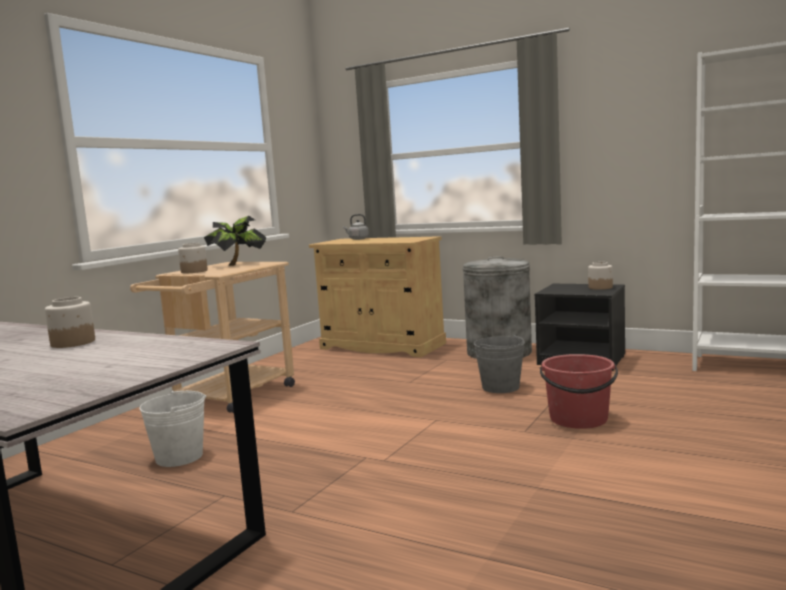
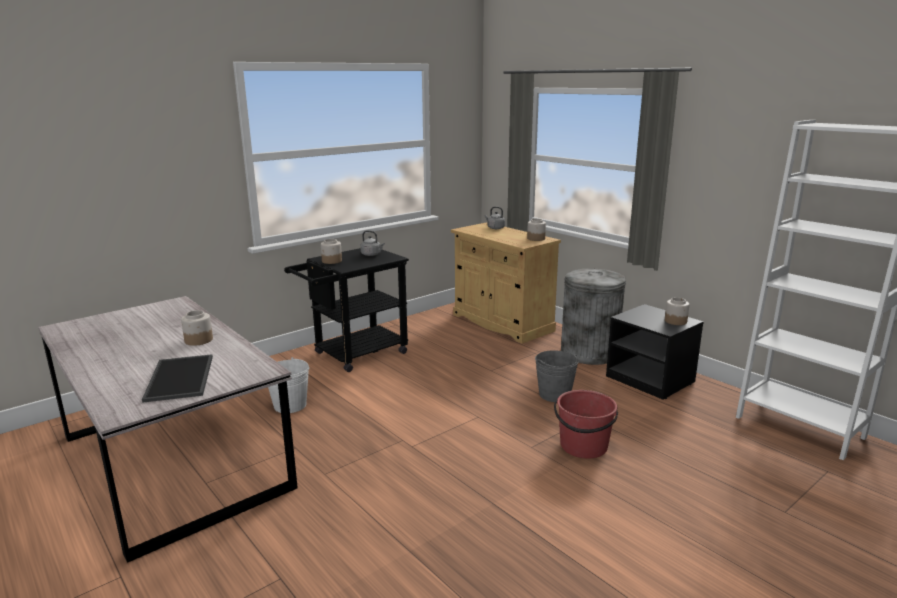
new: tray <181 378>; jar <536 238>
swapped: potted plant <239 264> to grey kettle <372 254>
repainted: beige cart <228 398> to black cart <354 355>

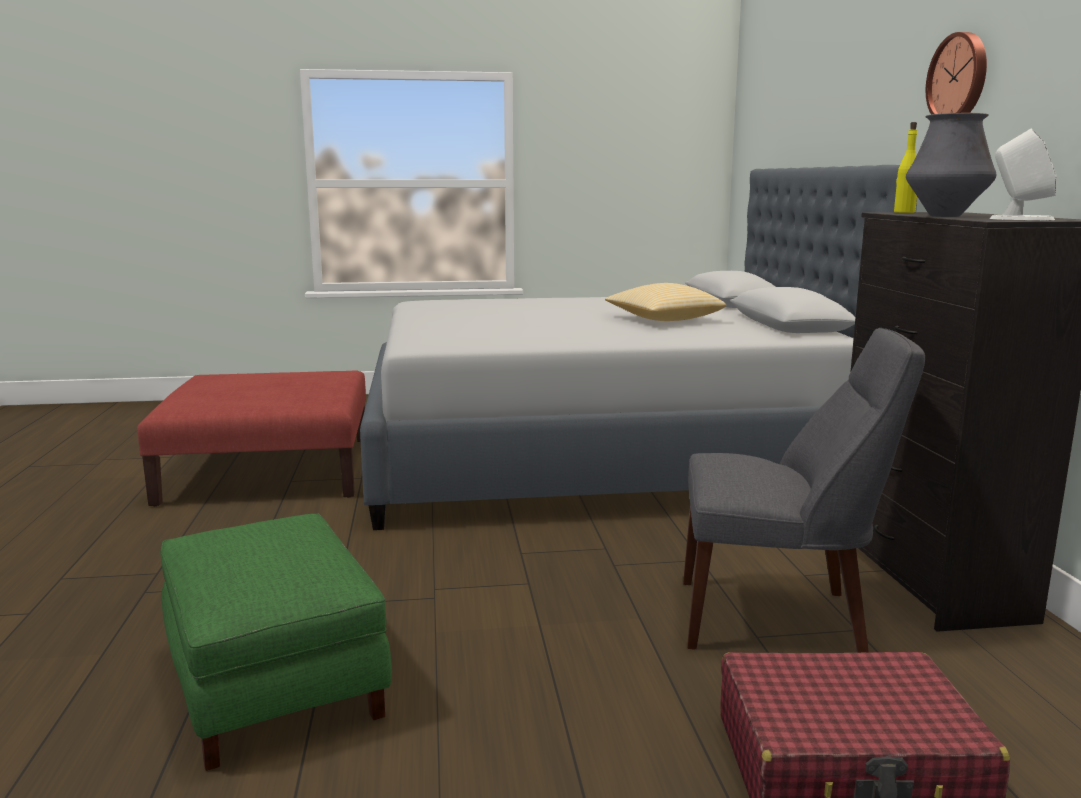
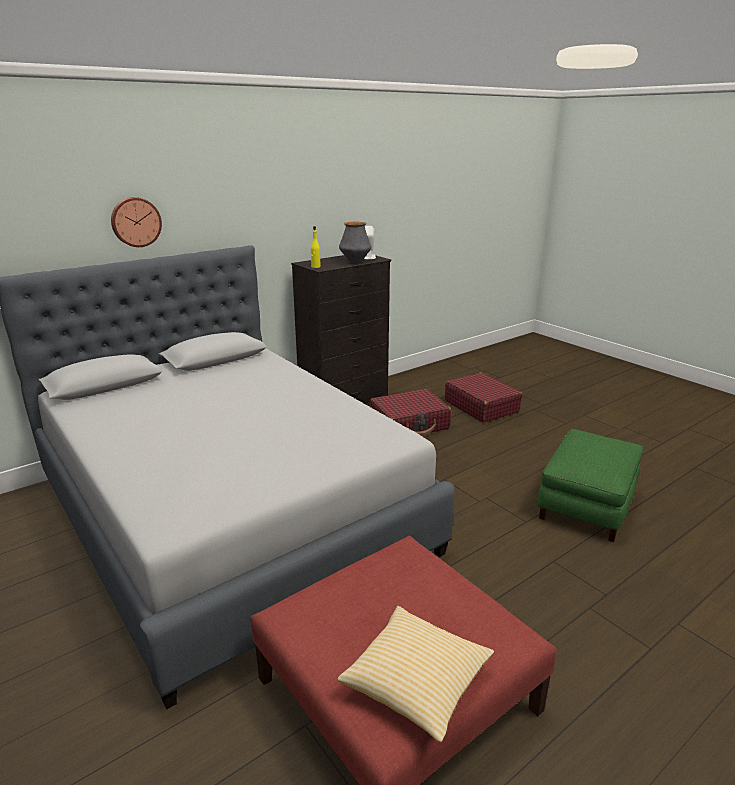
shifted: pillow <663 320> to <416 683>; wall clock <959 78> to <135 222>
swapped: grey chair <779 619> to red suitcase <410 424>

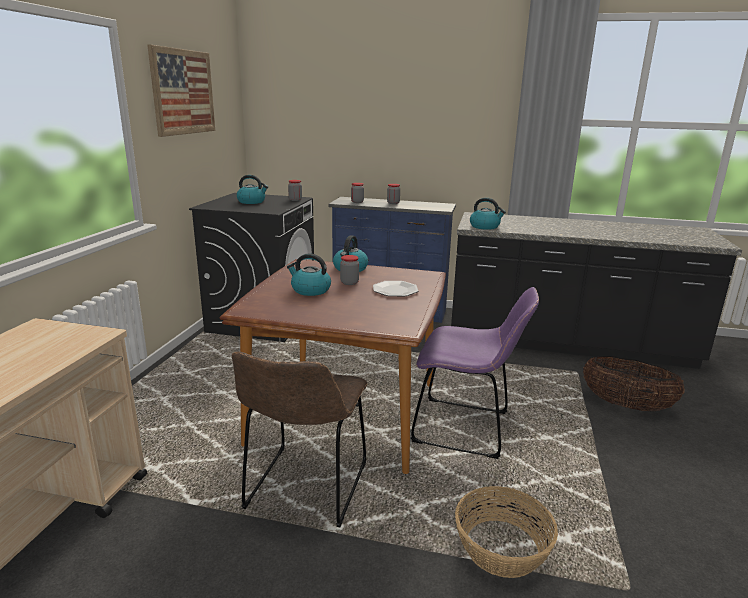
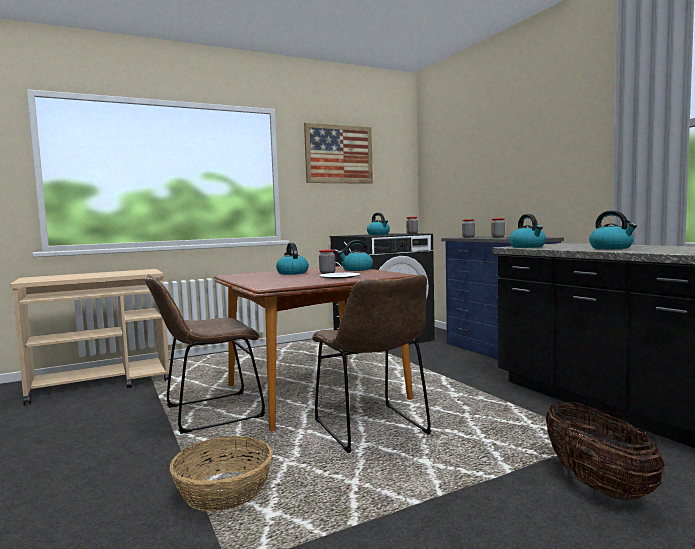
new: kettle <611 248>
repainted: purple chair <467 429> to brown chair <373 430>

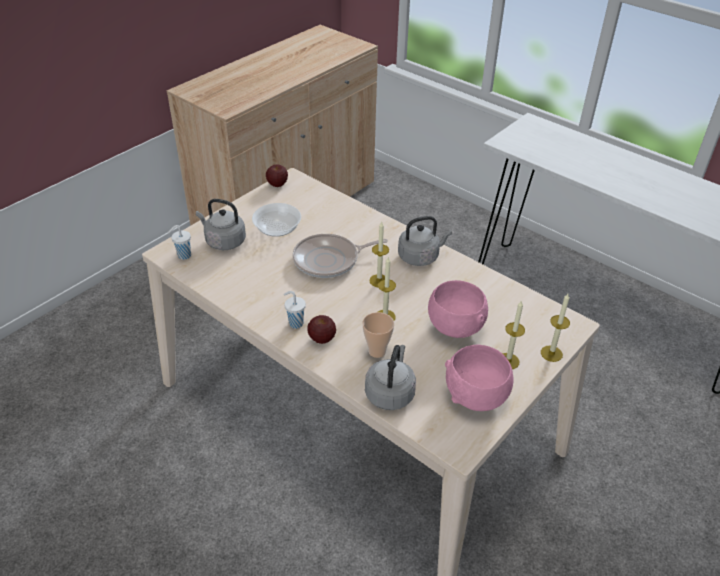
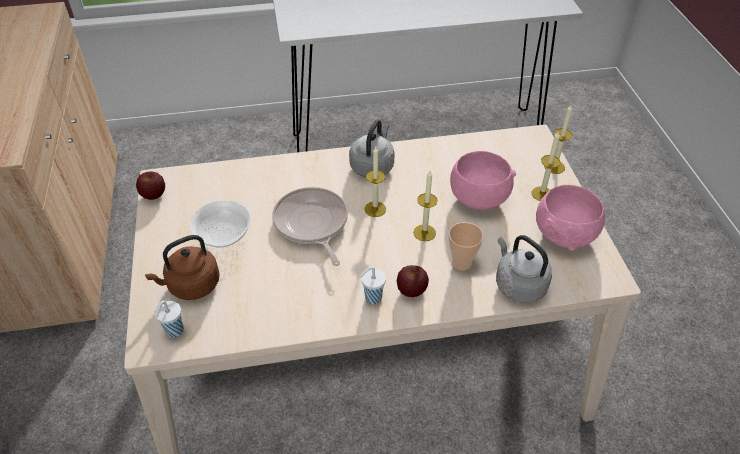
repainted: grey kettle <223 241> to brown kettle <191 285>
rotated: frying pan <329 260> = <312 224> 135 degrees clockwise

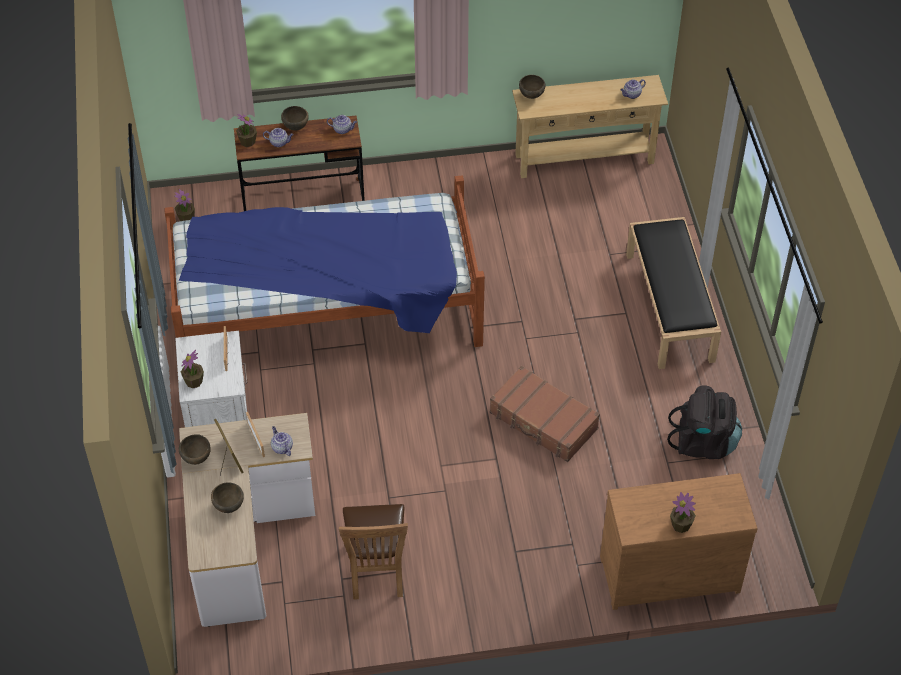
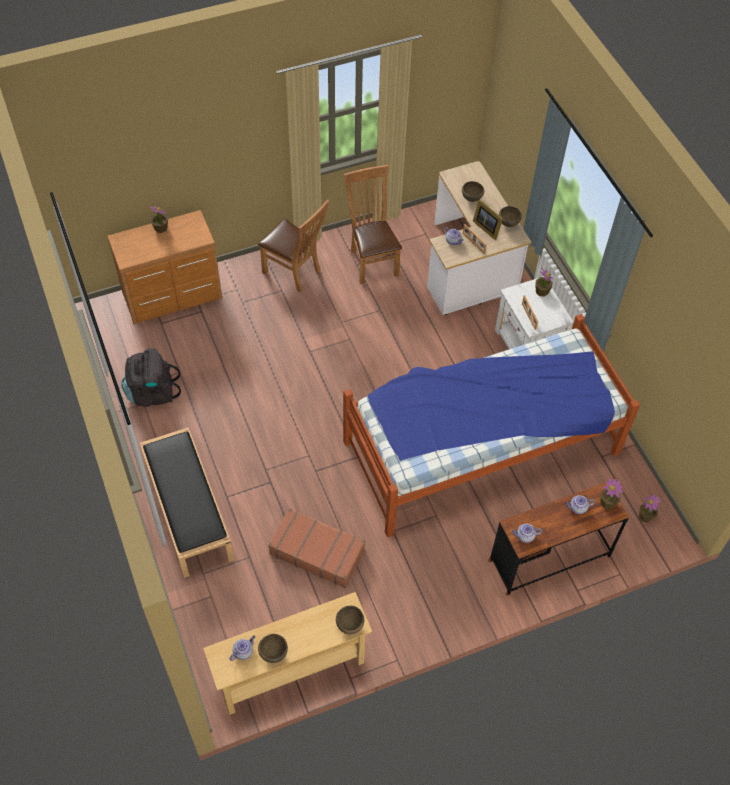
new: brown chair <295 272>
shifted: brown bowl <296 127> to <273 654>; brown suitcase <543 421> to <317 552>

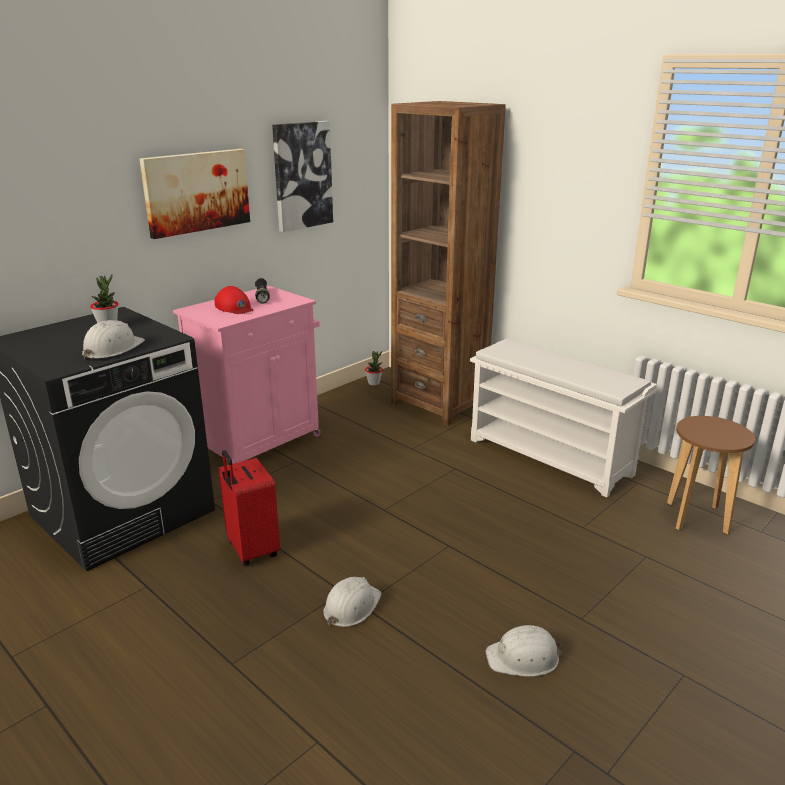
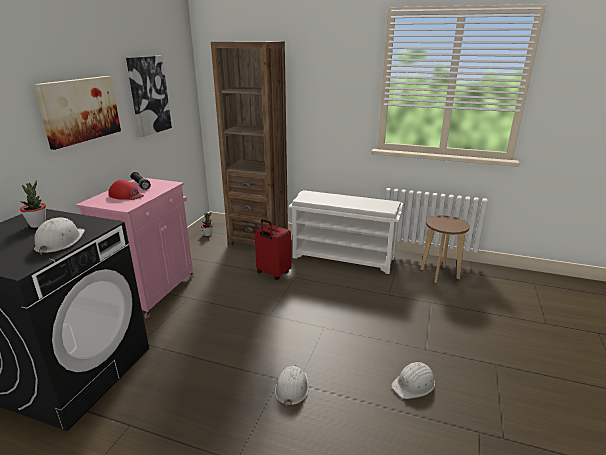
shifted: red suitcase <251 550> to <273 273>

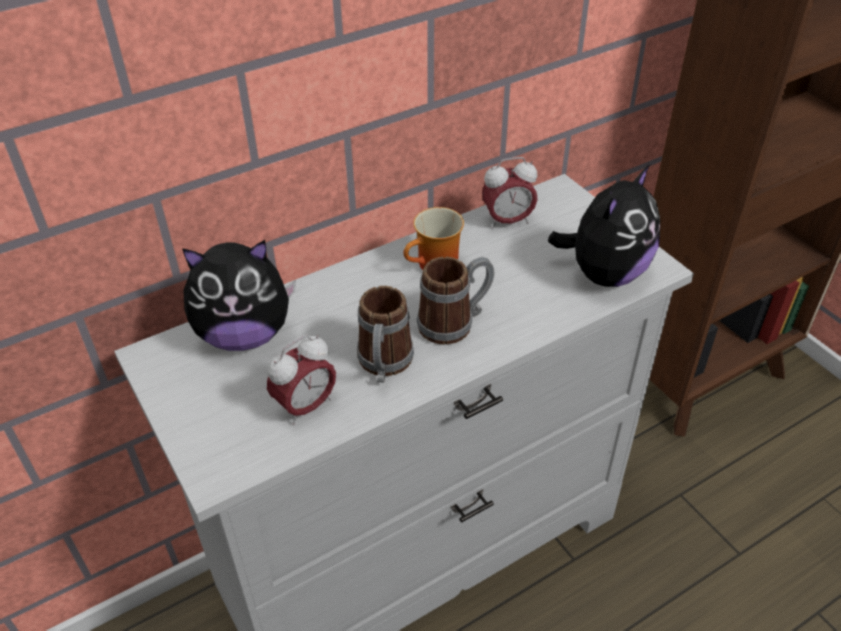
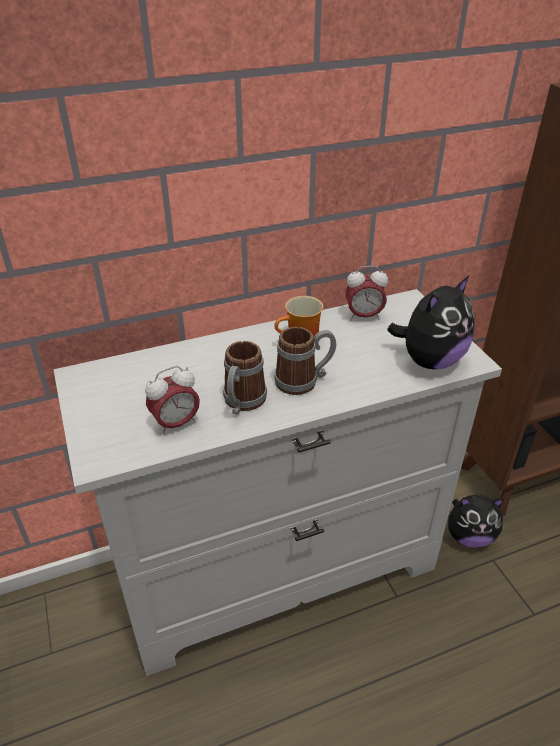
shifted: plush toy <245 335> to <469 536>

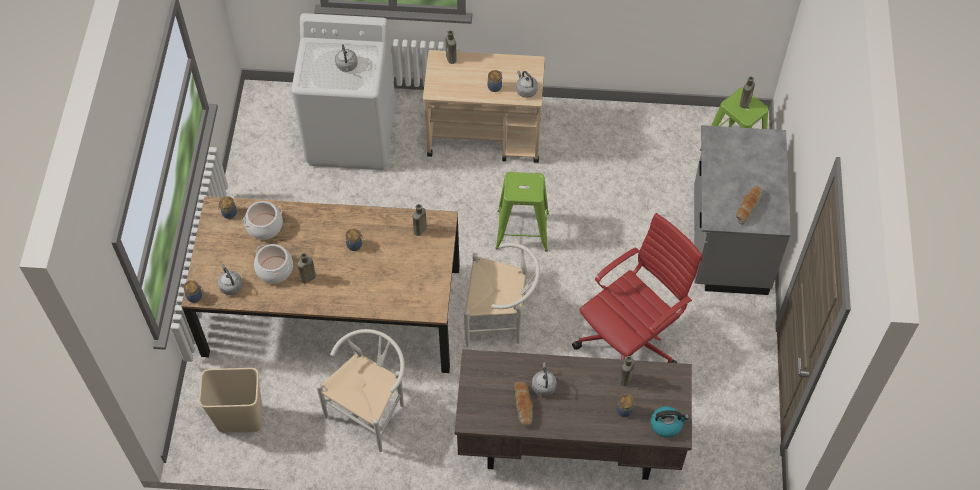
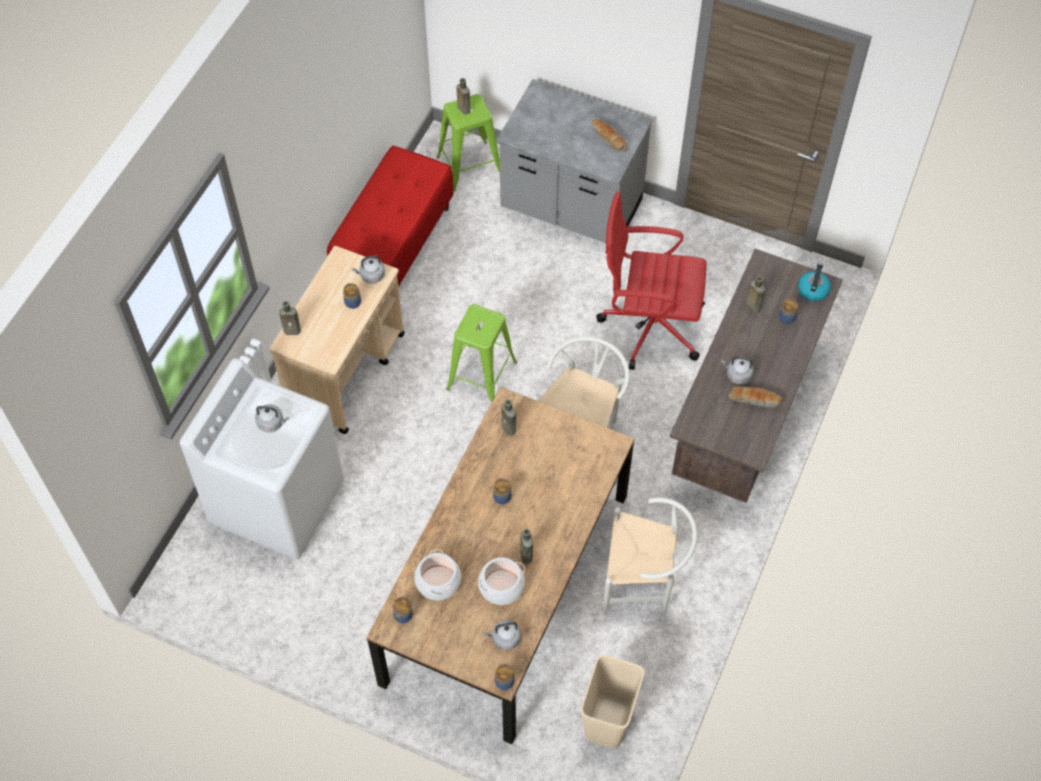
new: red bench <394 246>
rotated: white chair <371 409> = <643 583> 135 degrees clockwise; red office chair <630 340> = <649 325> 60 degrees counterclockwise

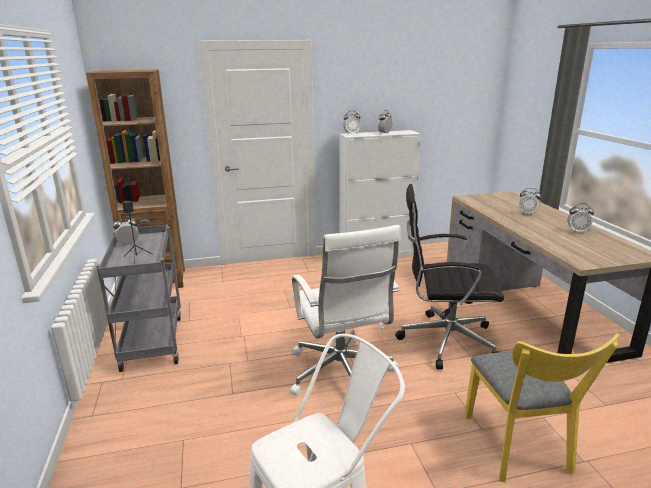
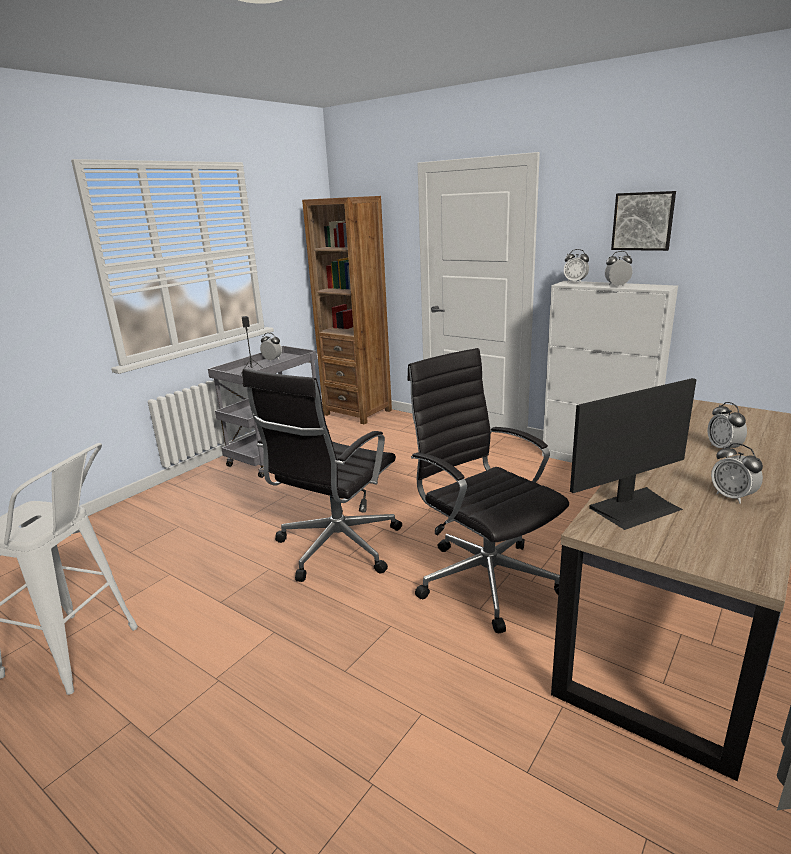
gone: yellow chair <519 449>
new: monitor <634 507>; picture <643 221>
repainted: white office chair <341 374> to black office chair <336 548>

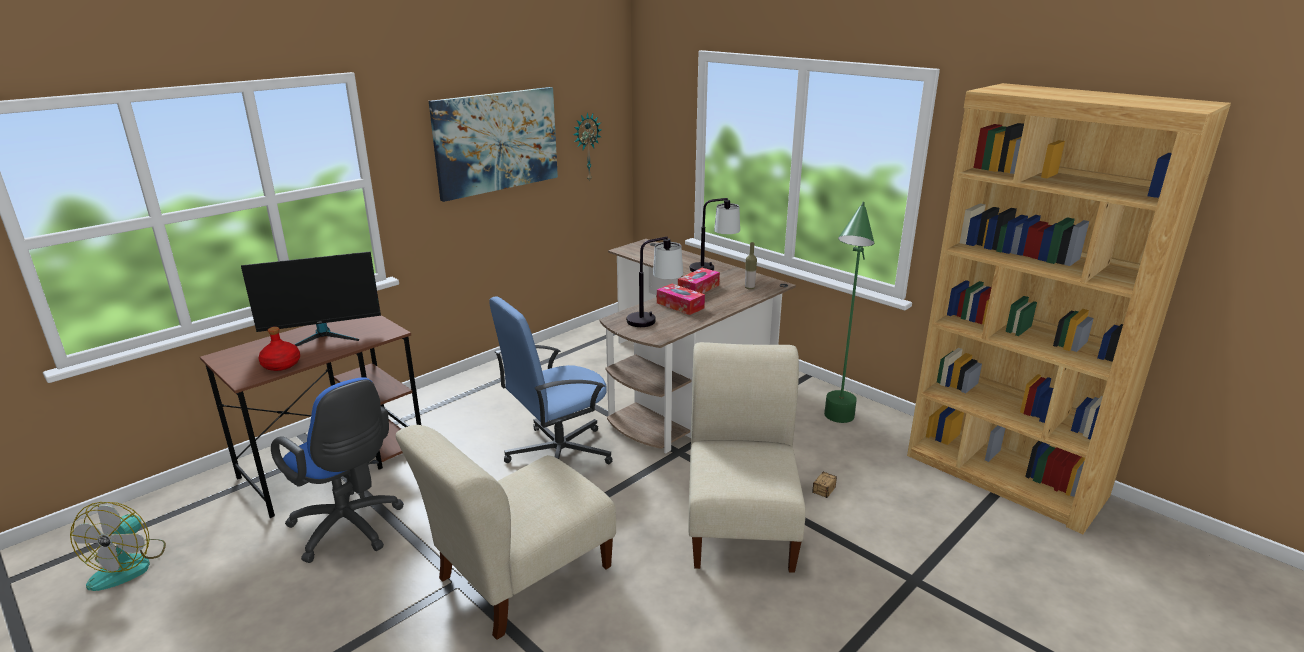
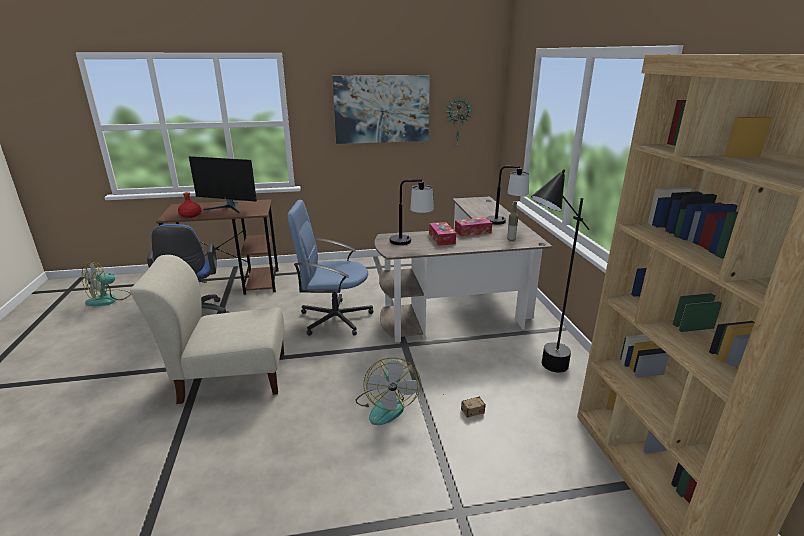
swapped: beige chair <741 522> to fan <386 405>
repainted: green floor lamp <836 427> to black floor lamp <540 372>

